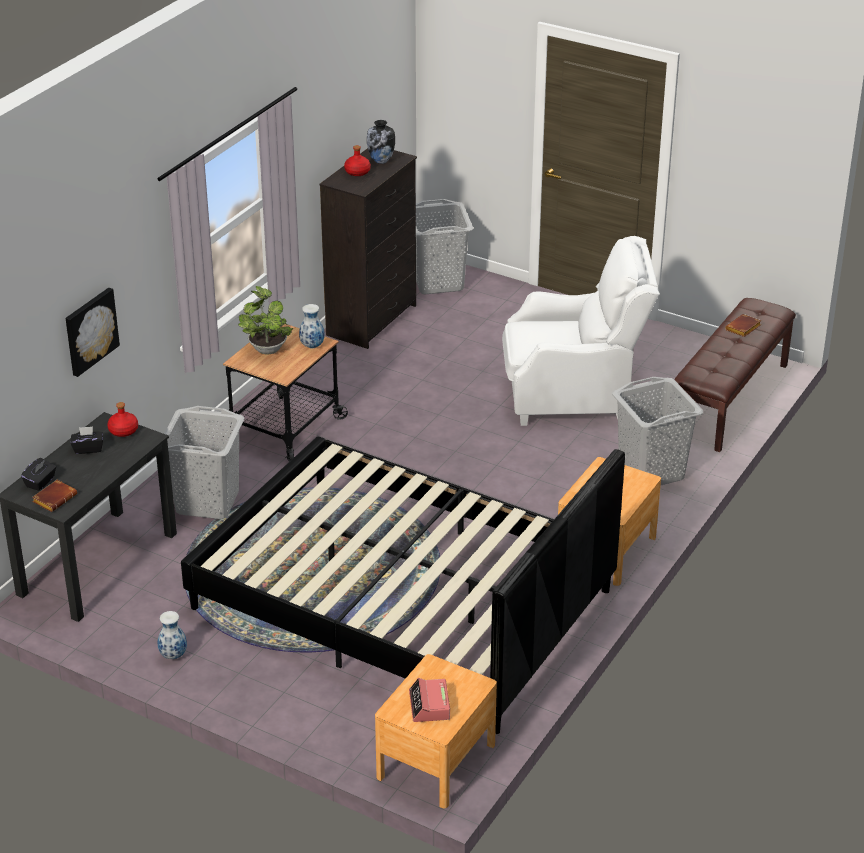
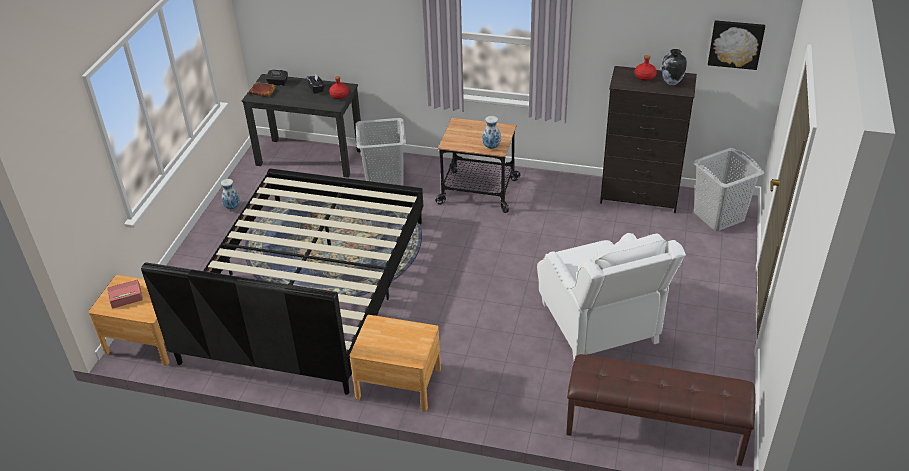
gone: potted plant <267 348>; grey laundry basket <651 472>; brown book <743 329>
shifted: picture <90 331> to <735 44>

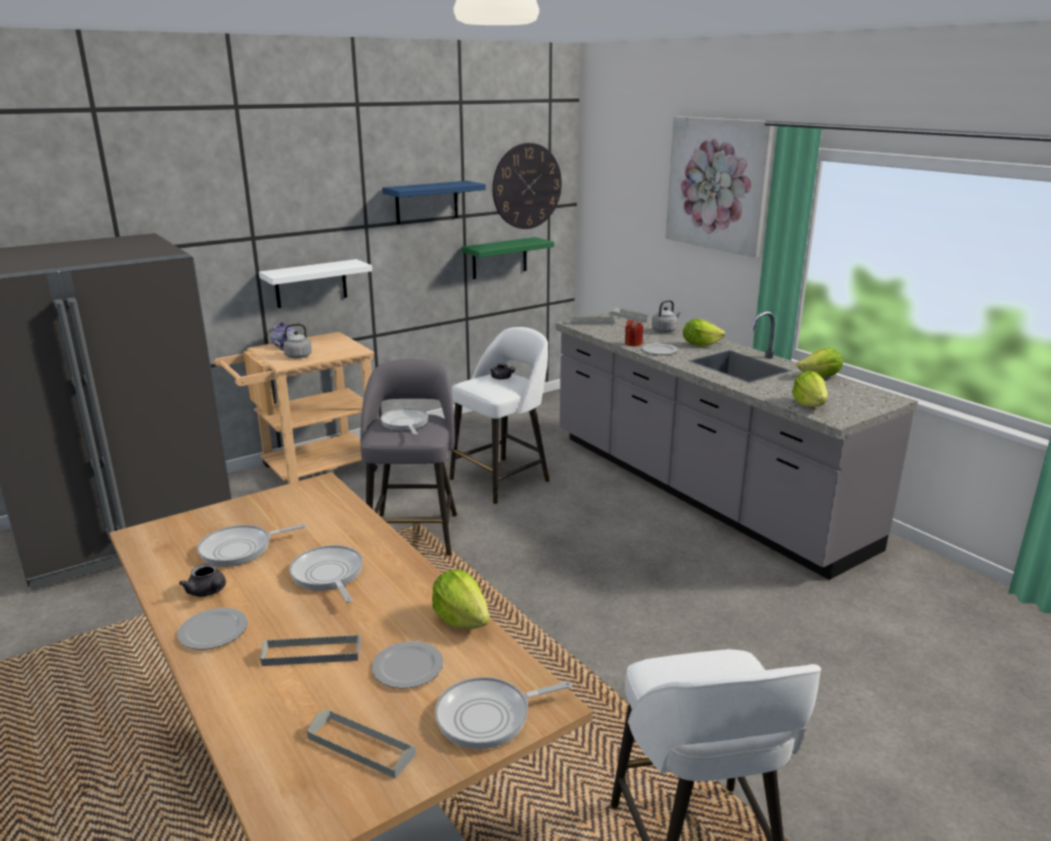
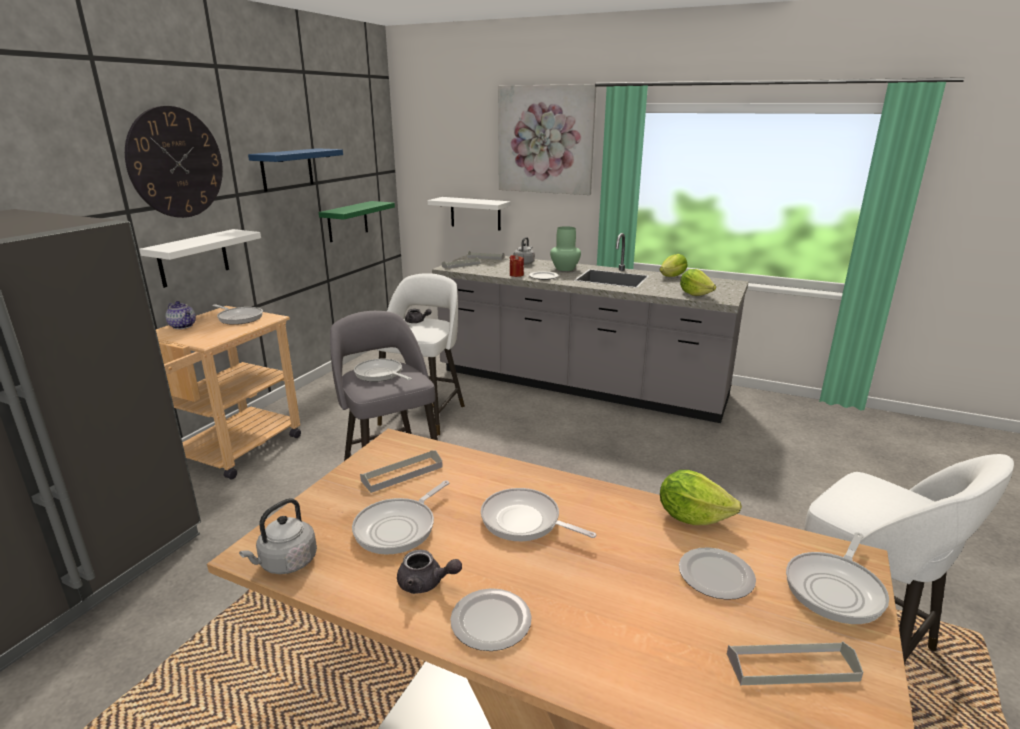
new: frying pan <239 318>; white shelf <475 213>
shifted: grey tray <312 653> to <402 474>; grey kettle <296 356> to <286 563>; wall clock <527 186> to <176 163>
swapped: lettuce <700 345> to green vase <564 268>

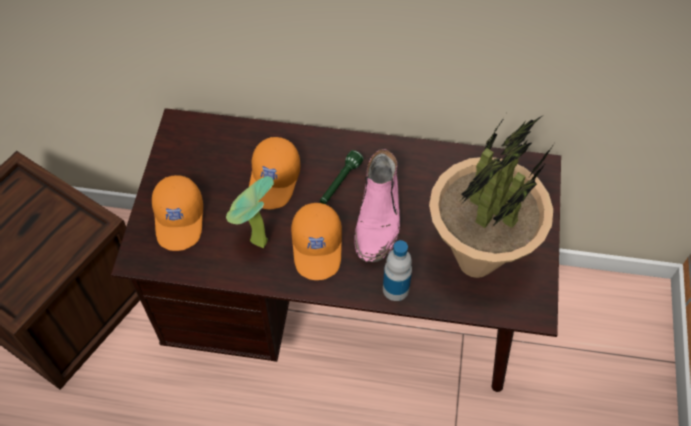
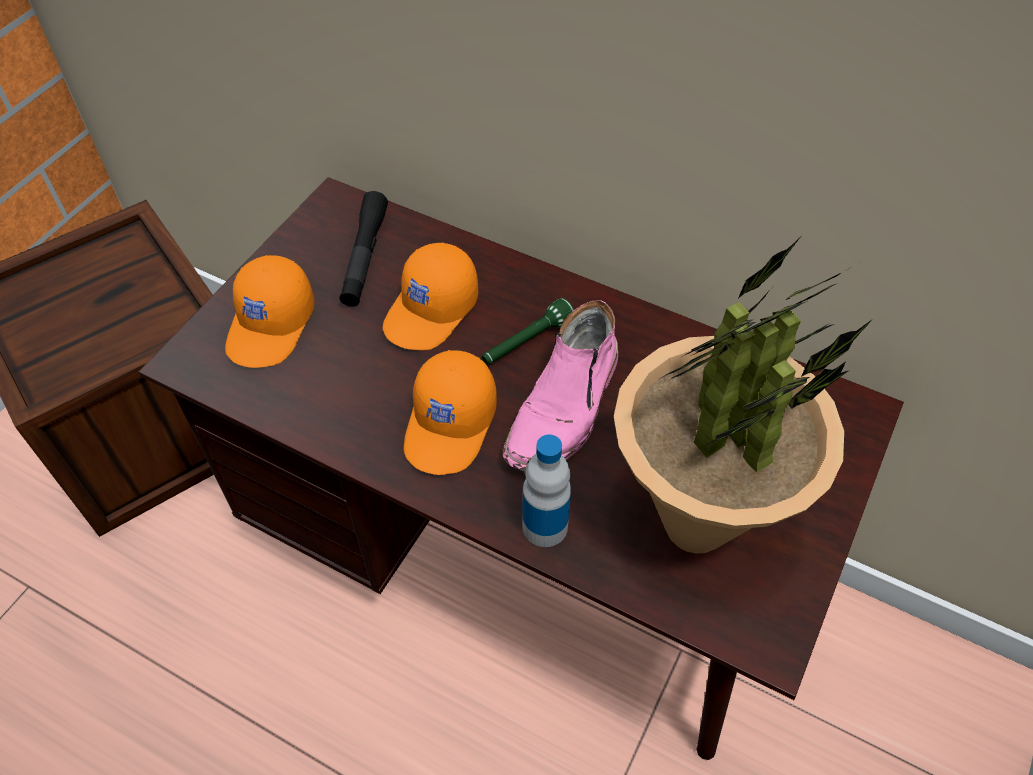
gone: potted plant <255 243>
new: black flashlight <364 257>

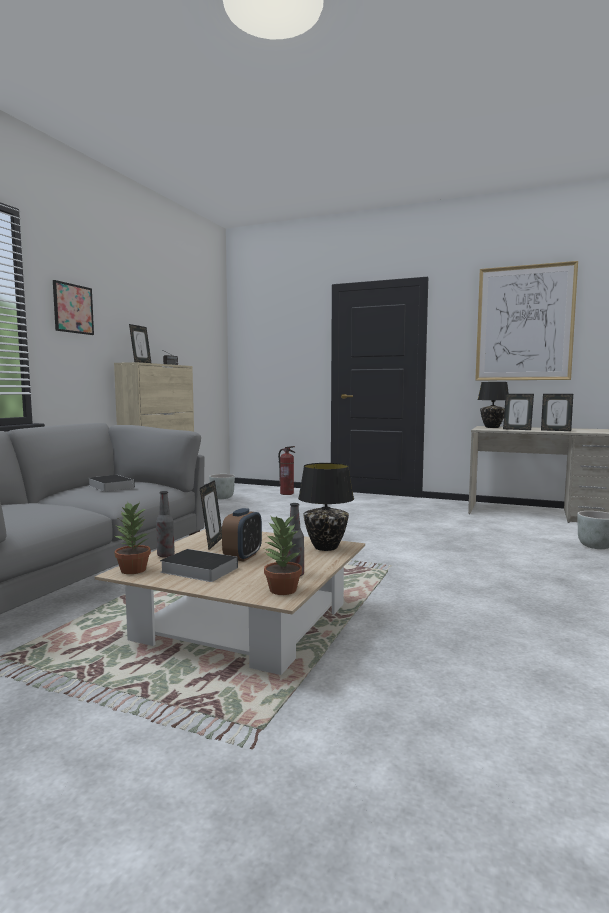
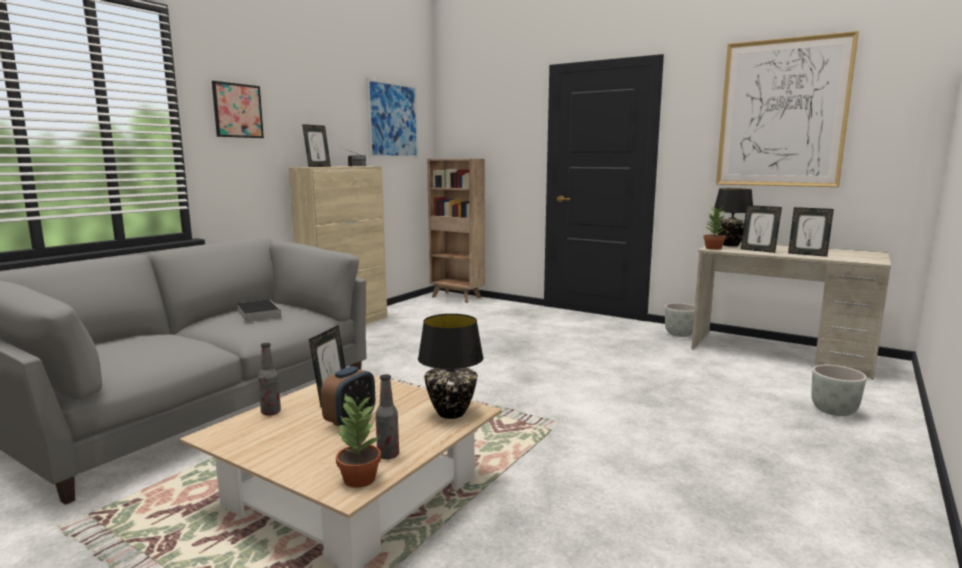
gone: book <196 569>; fire extinguisher <287 493>
new: picture <393 120>; brown bookcase <457 297>
shifted: potted plant <133 570> to <713 248>; grey planter <222 498> to <679 334>

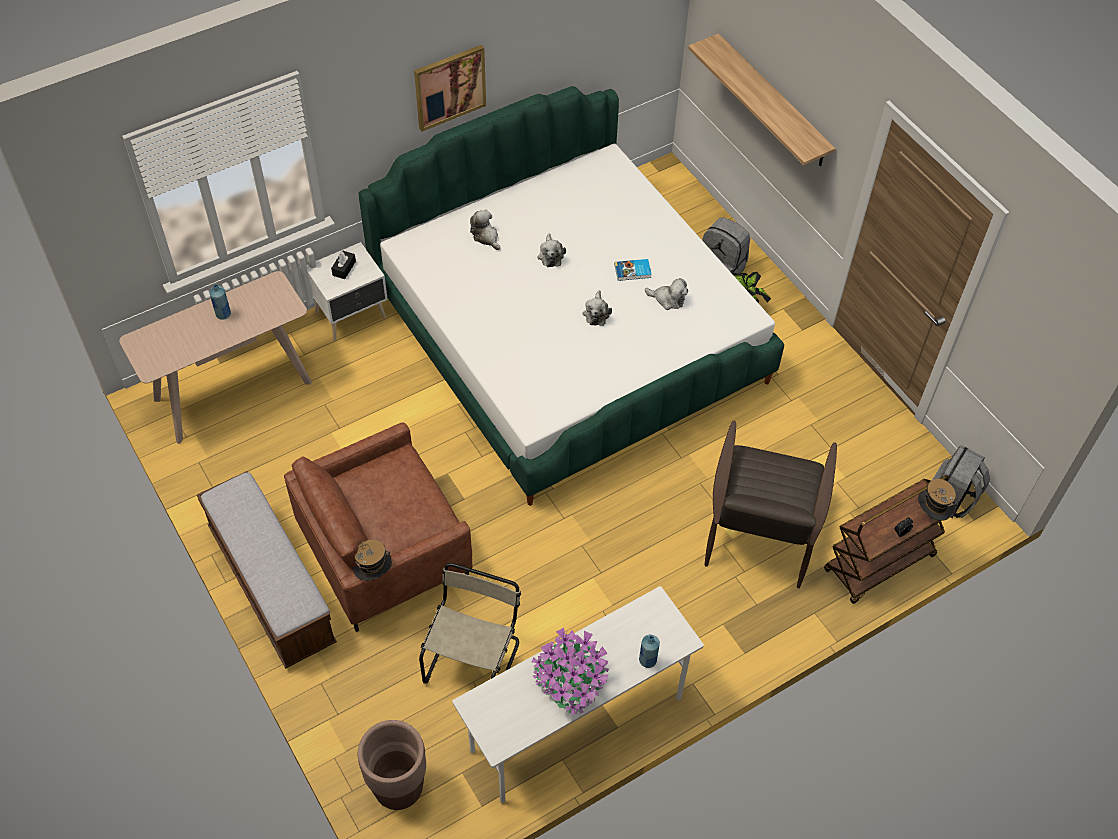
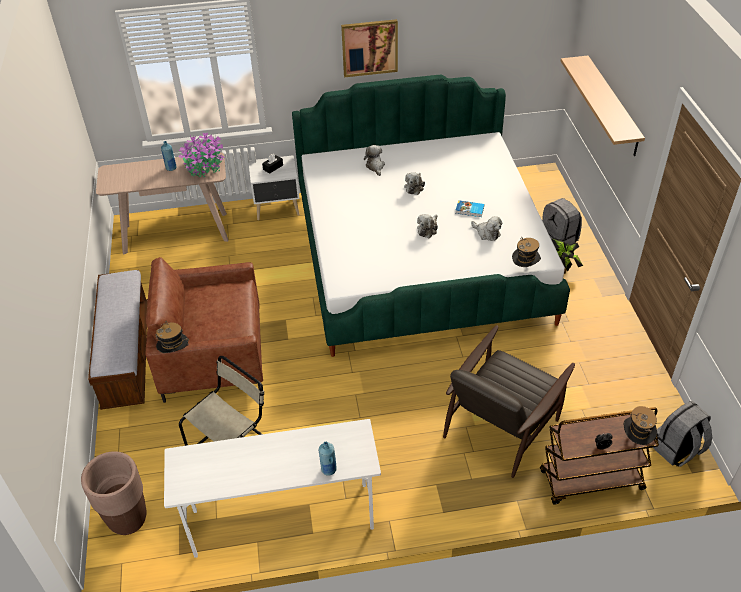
new: hat <524 268>
shifted: potted plant <570 682> to <204 167>

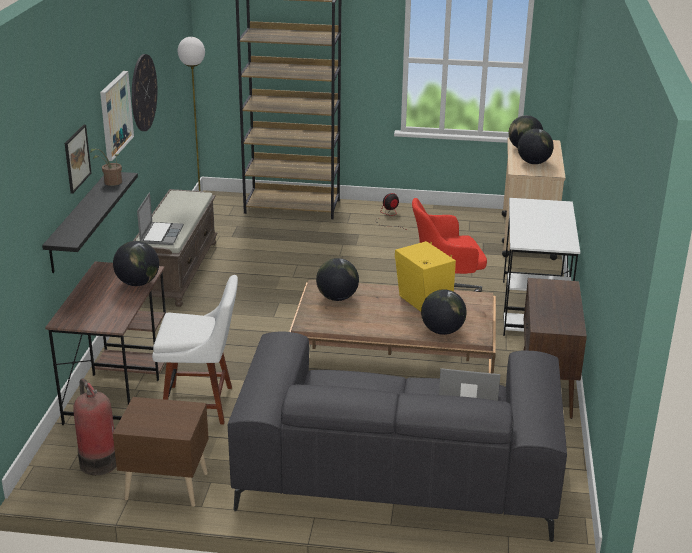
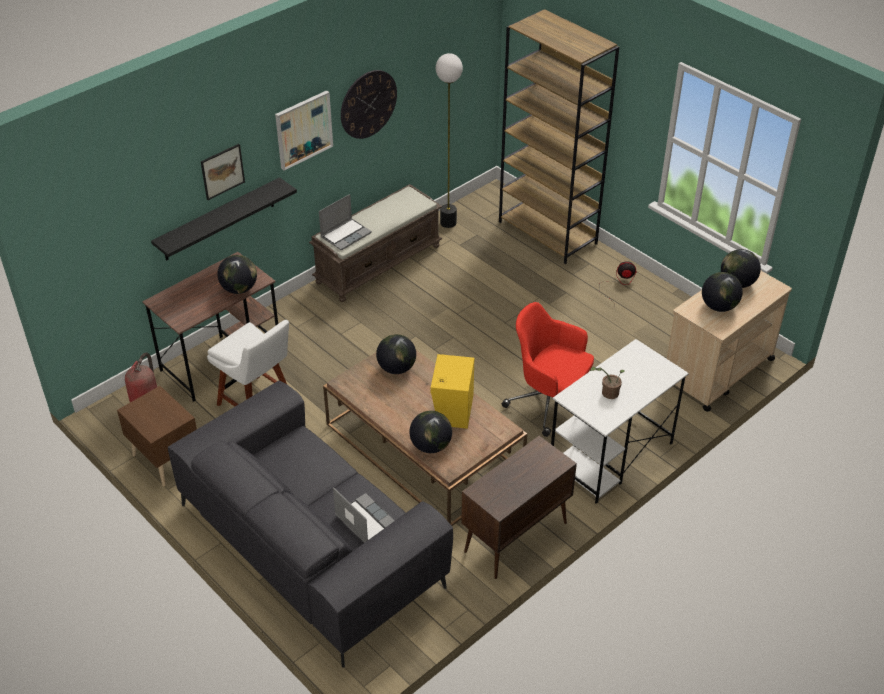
shifted: potted plant <110 183> to <607 393>

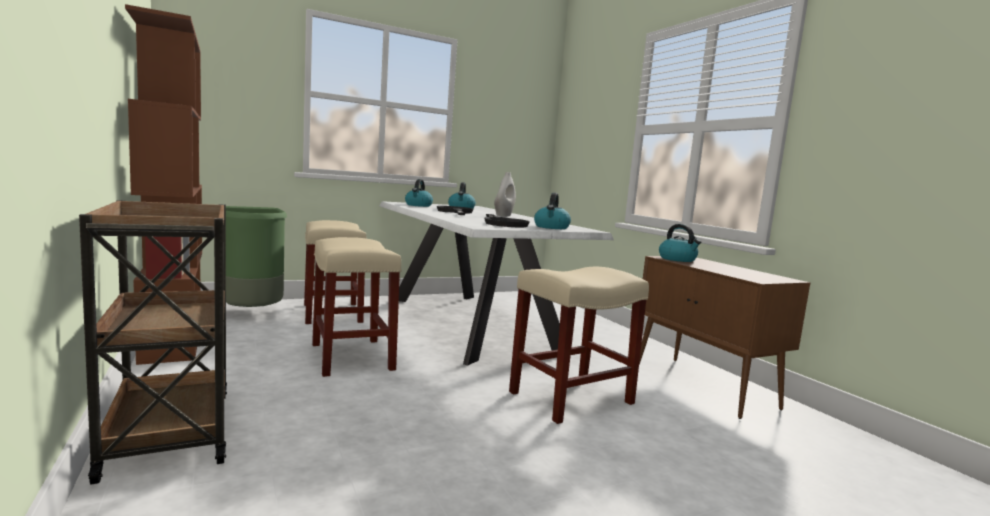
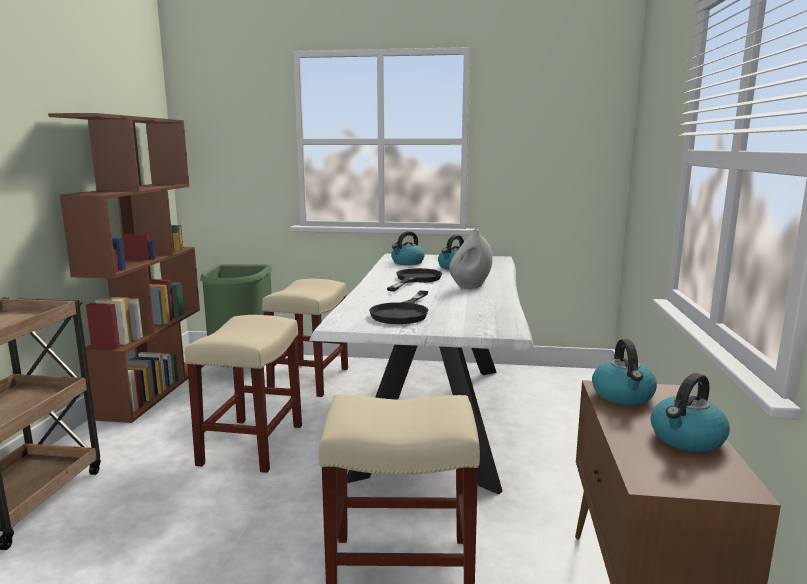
shifted: kettle <551 227> to <686 439>

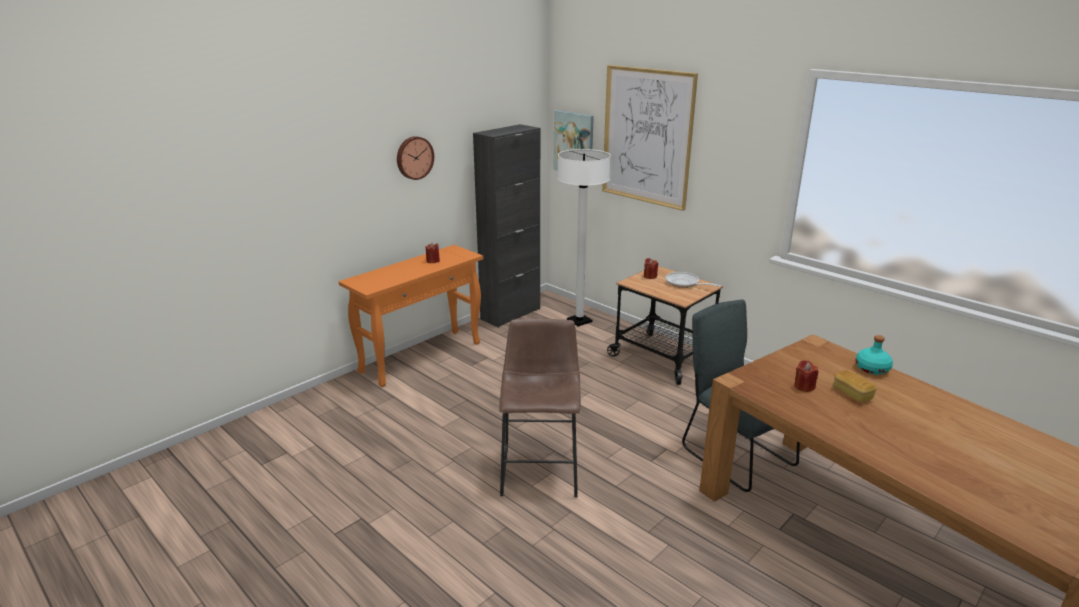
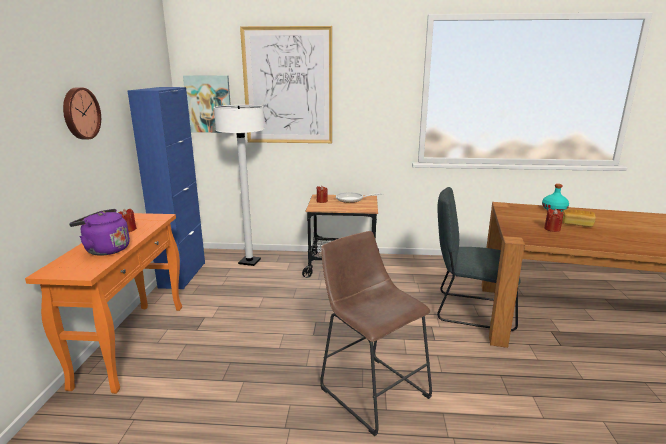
new: purple kettle <105 250>
repainted: black cabinet <510 314> to blue cabinet <182 275>

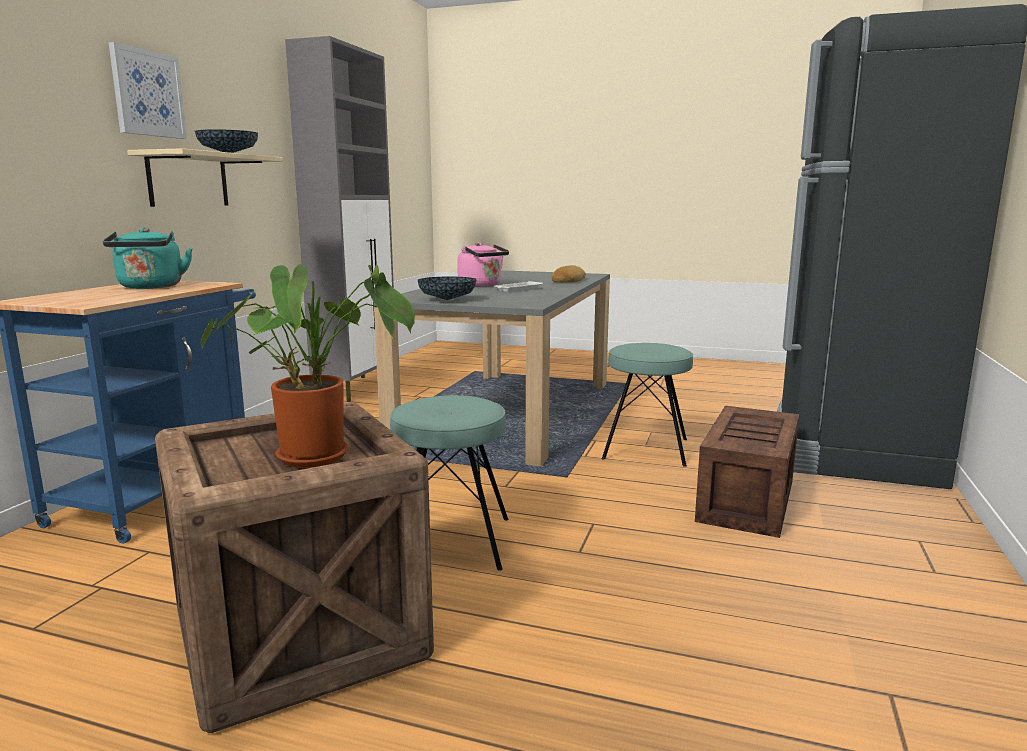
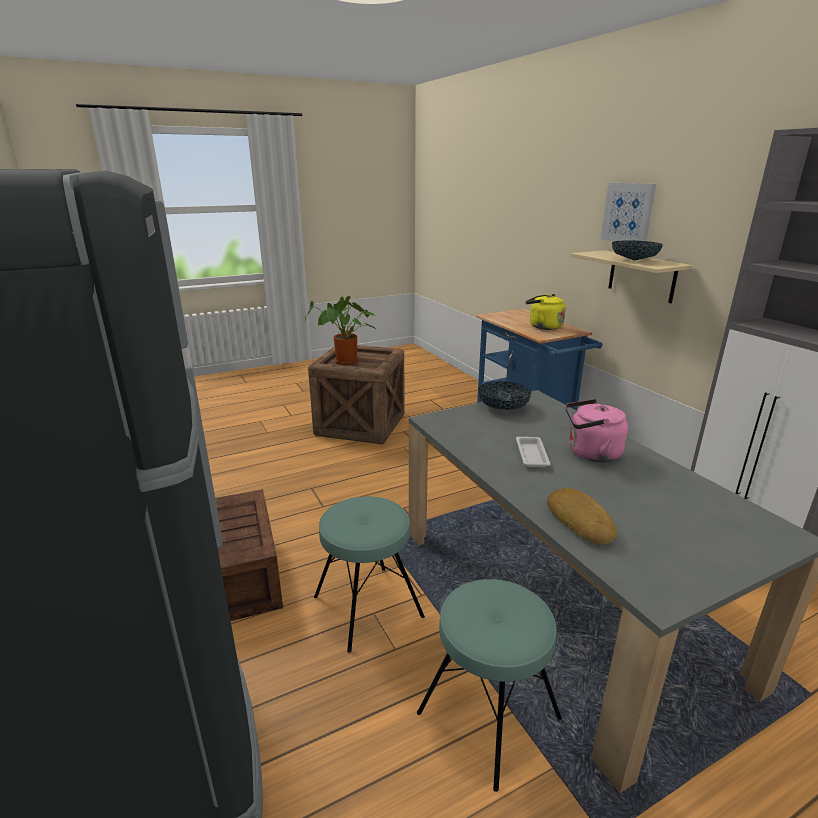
shifted: turquoise stool <450 541> to <489 715>
repainted: turquoise kettle <150 287> to yellow kettle <543 326>

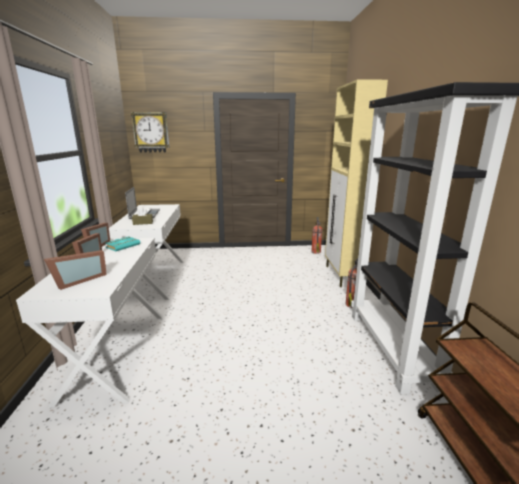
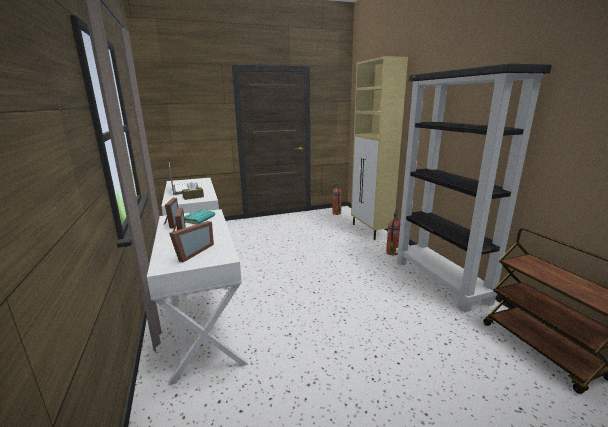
gone: wall clock <151 132>

